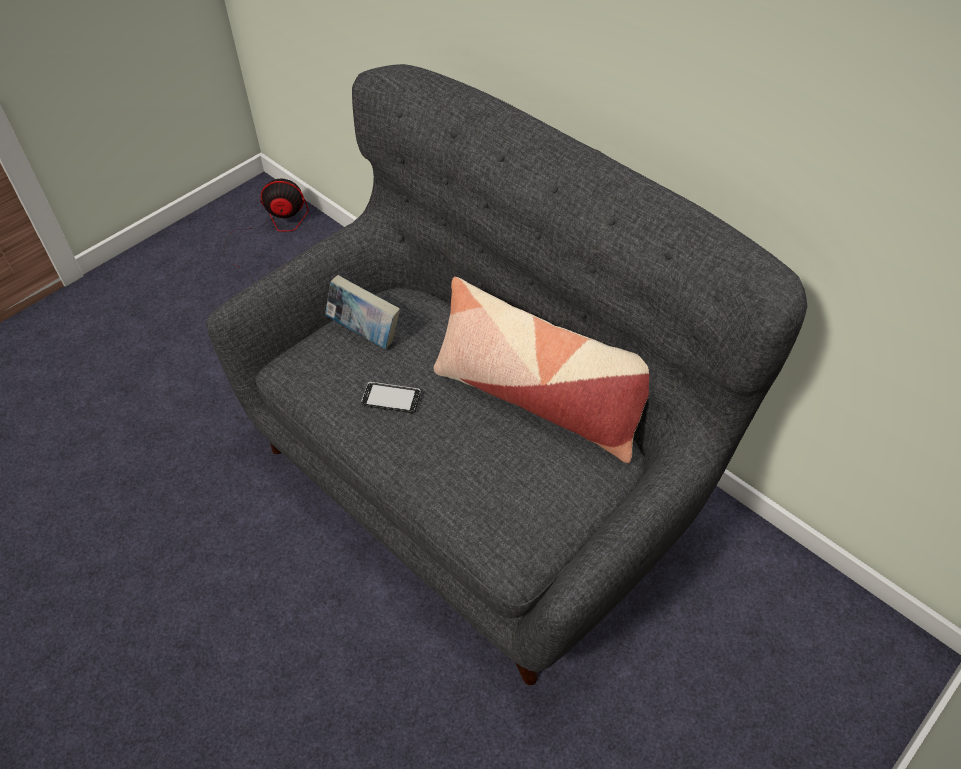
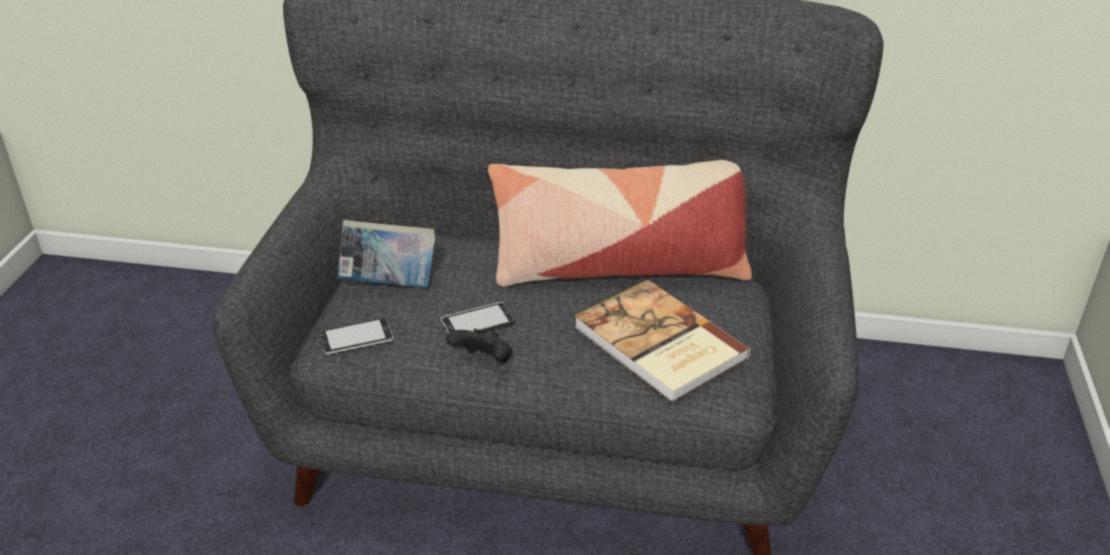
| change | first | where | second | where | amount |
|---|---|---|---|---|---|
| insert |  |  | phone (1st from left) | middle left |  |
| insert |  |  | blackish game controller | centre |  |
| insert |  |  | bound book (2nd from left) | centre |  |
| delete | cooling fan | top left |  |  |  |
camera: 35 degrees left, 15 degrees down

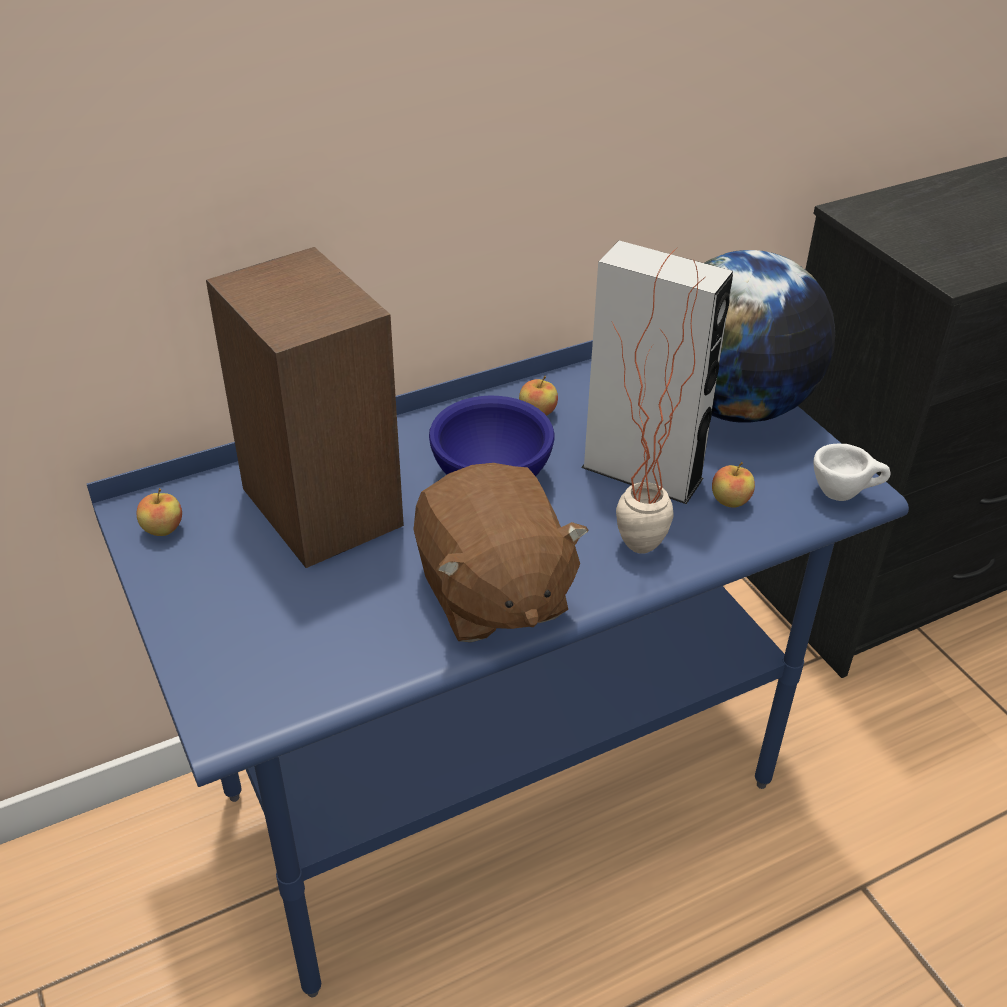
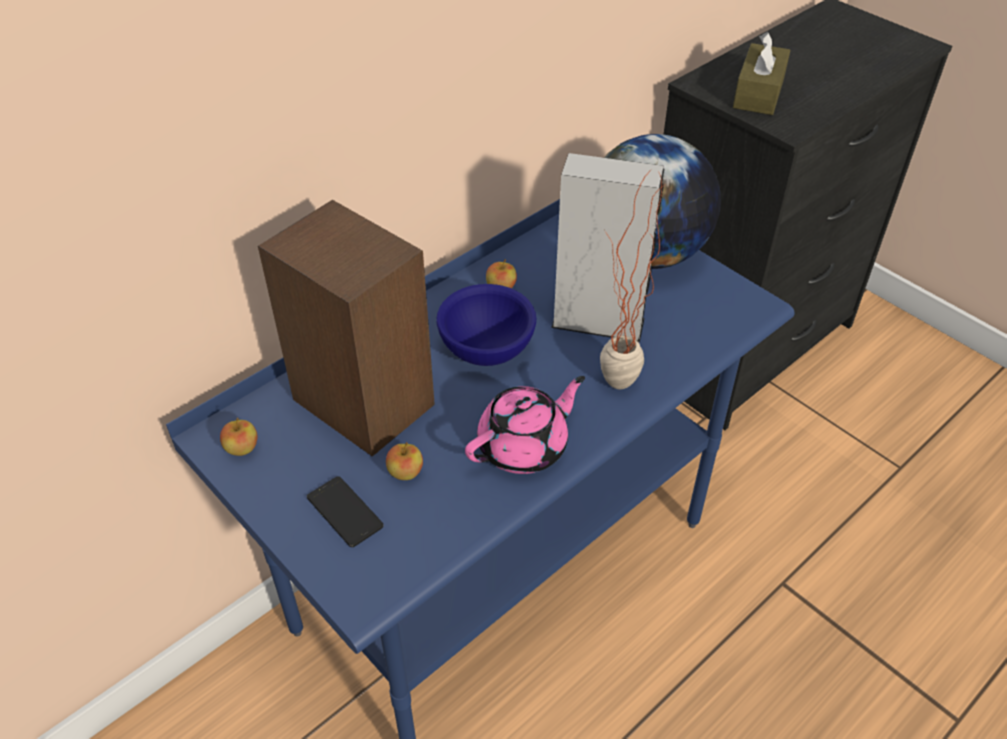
| change | first | where | second | where | amount |
|---|---|---|---|---|---|
| insert |  |  | phone | bottom centre |  |
| move | apple fruit (3rd from left in the first image) | middle right | apple fruit (2nd from left) | centre |  |
| replace | brown cuddly toy | centre | pinkish teapot | centre |  |
| insert |  |  | brown box of tissues | top right |  |
| delete | whitish drinking cup | middle right |  |  |  |
camera: 15 degrees left, 5 degrees up

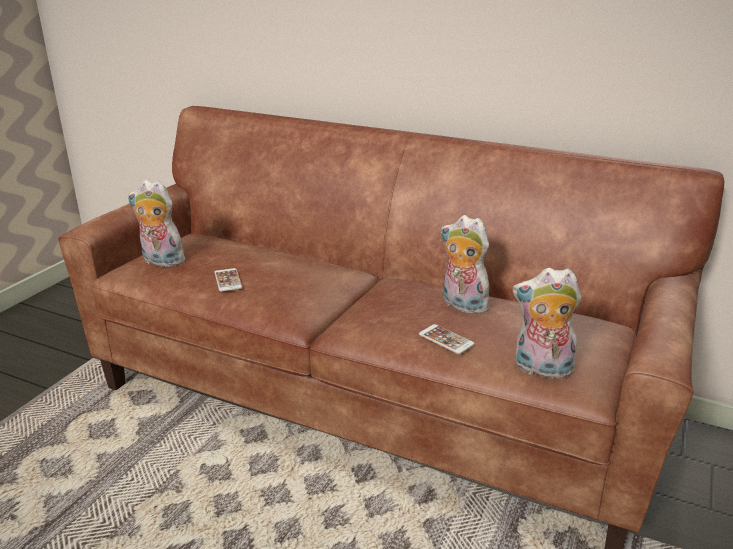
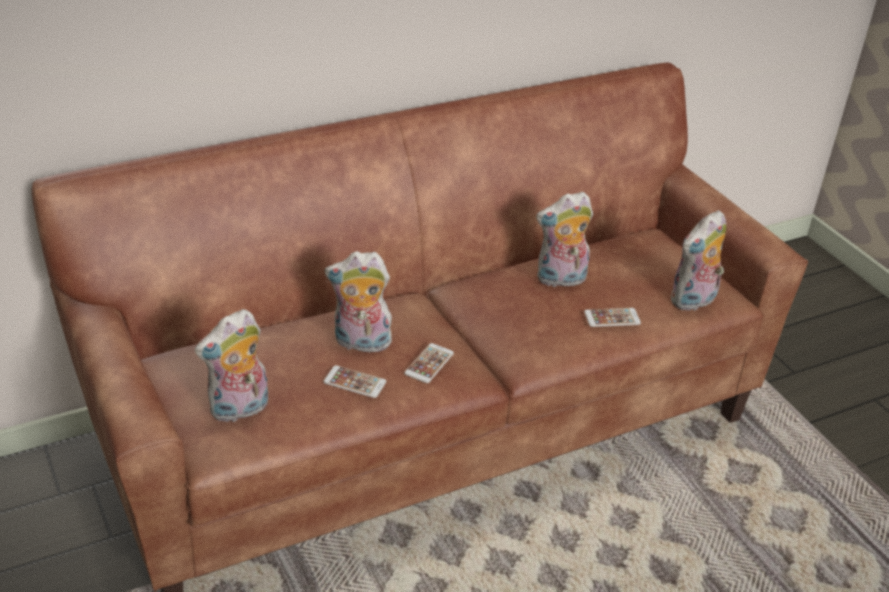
| change | first | where | second | where | amount |
|---|---|---|---|---|---|
| insert |  |  | cuddly toy (2nd from left) | centre |  |
| insert |  |  | phone (2nd from left) | centre |  |
camera: 55 degrees left, 10 degrees up

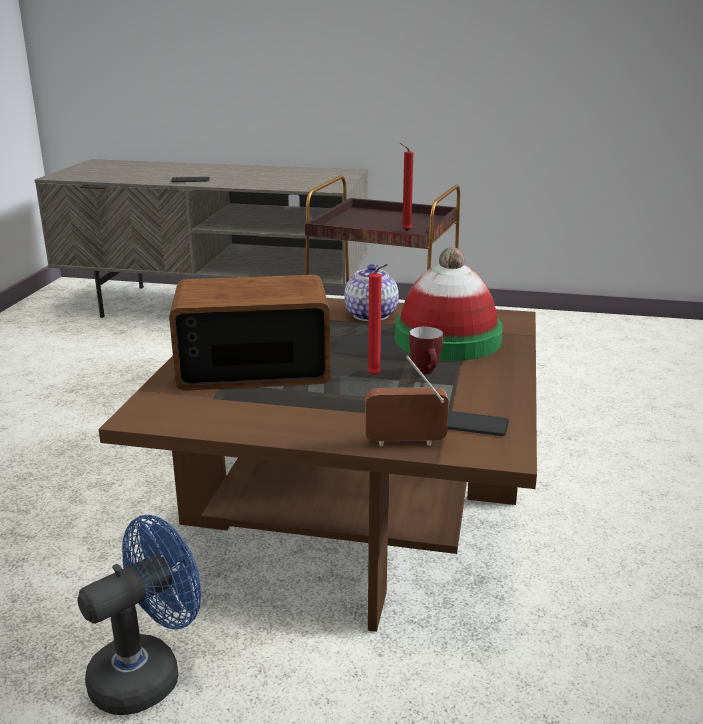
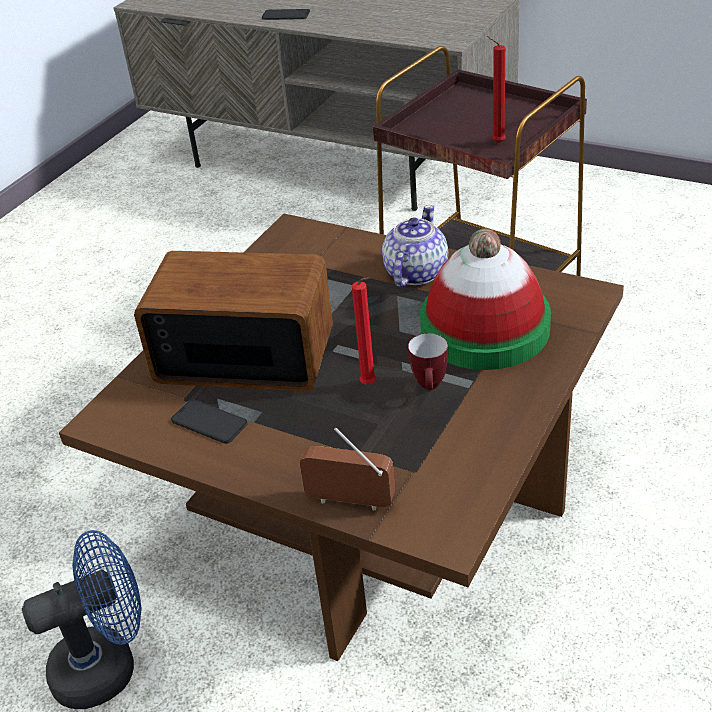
| change | first | where | second | where | amount |
|---|---|---|---|---|---|
| move | phone (2nd from left in the first image) | middle right | phone (1st from left) | middle left |  |
camera: 20 degrees right, 15 degrees up

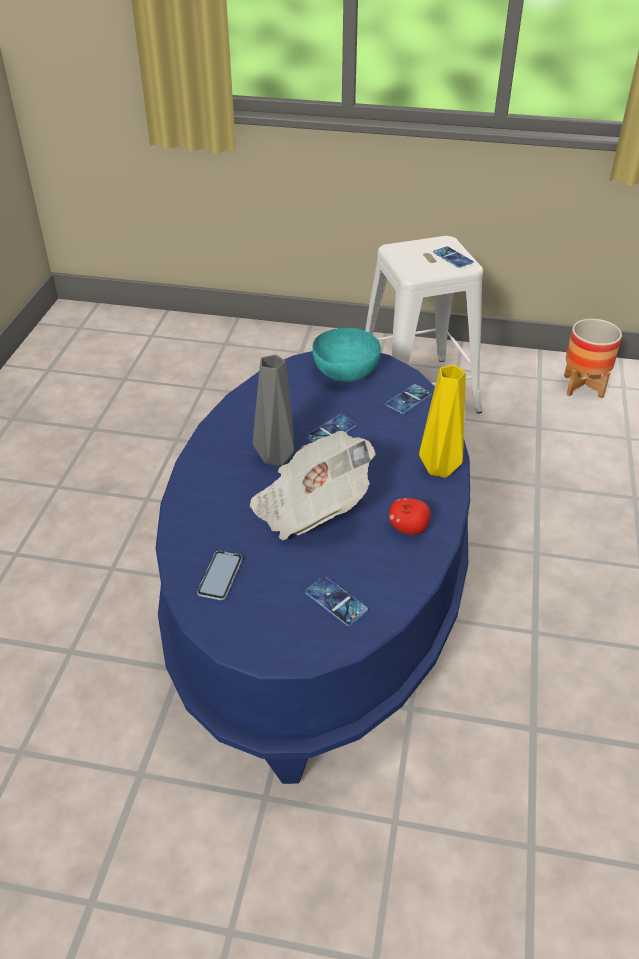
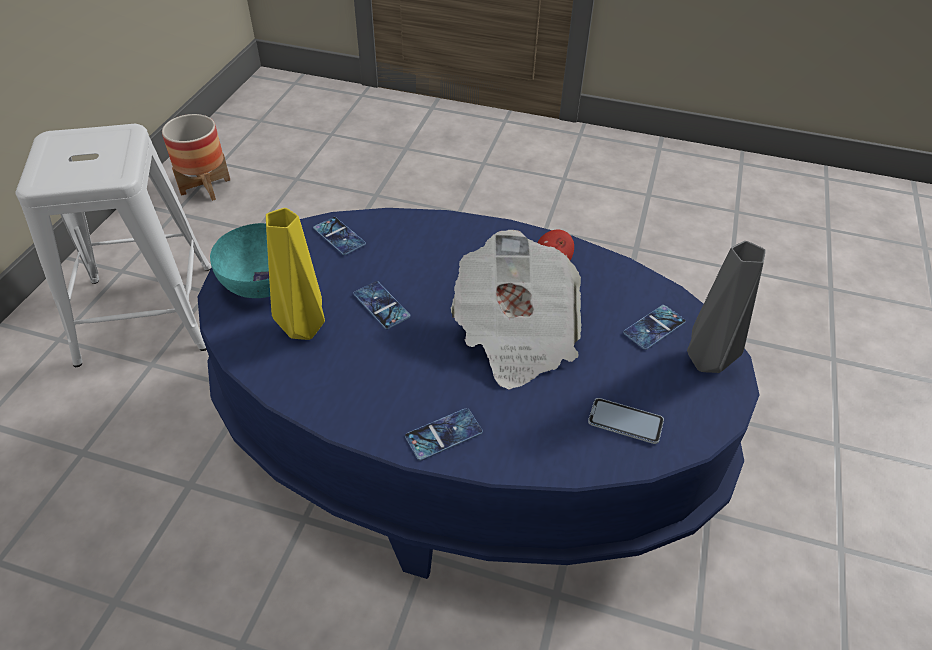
| change | first | where | second | where | amount |
|---|---|---|---|---|---|
| move | yellow-coloured flower vase | middle right |  | middle left |  |
| move | phone (5th from left in the first image) | top right | phone (3rd from left) | bottom centre |  |
| move | greyish flower vase | centre |  | middle right |  |
camera: 85 degrees left, 5 degrees up

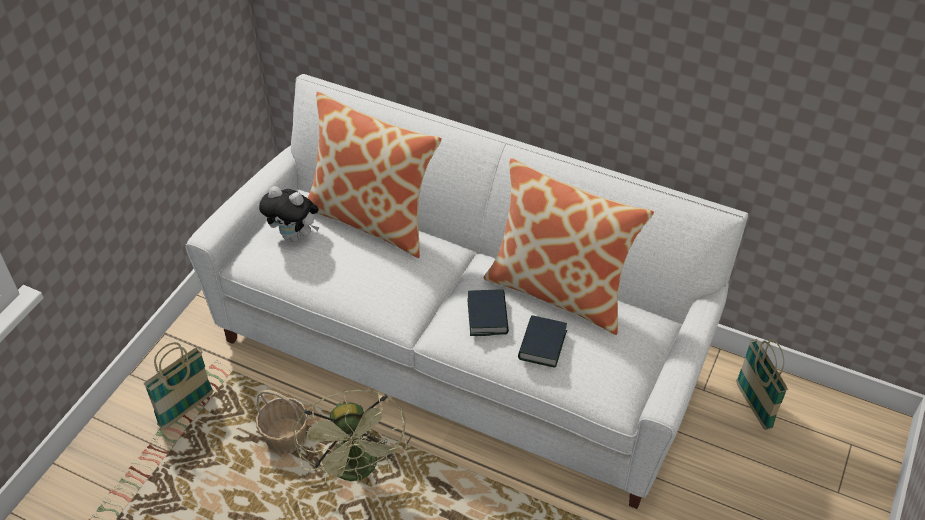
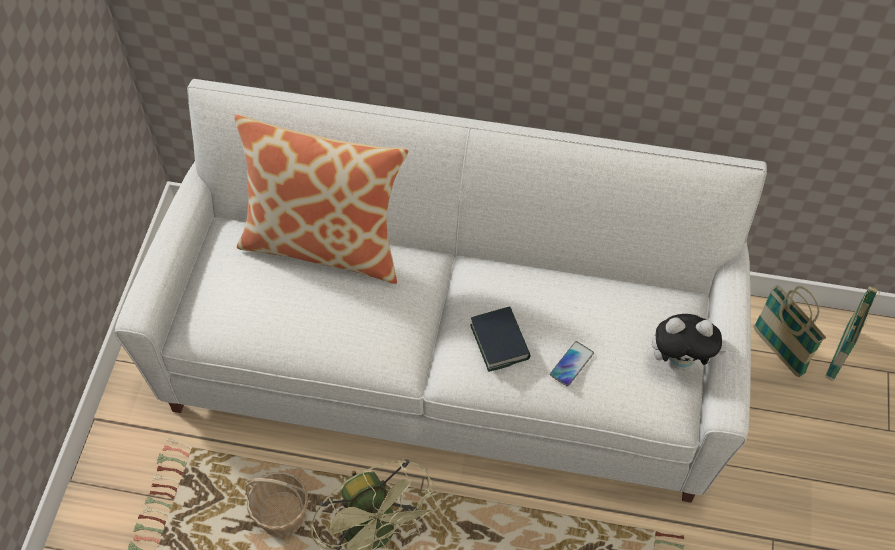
| change | first | where | second | where | amount |
|---|---|---|---|---|---|
| replace | bound book (2nd from left) | centre | phone | centre |  |
| move | cuddly toy | middle left |  | middle right |  |
| move | basket (1st from left in the first image) | bottom left | basket (3rd from left) | middle right |  |
| delete | cushion (2nd from left) | centre |  |  |  |
camera: 15 degrees left, 10 degrees up

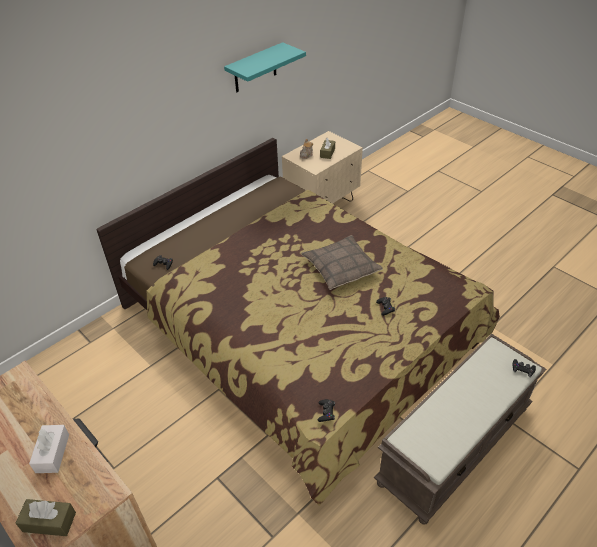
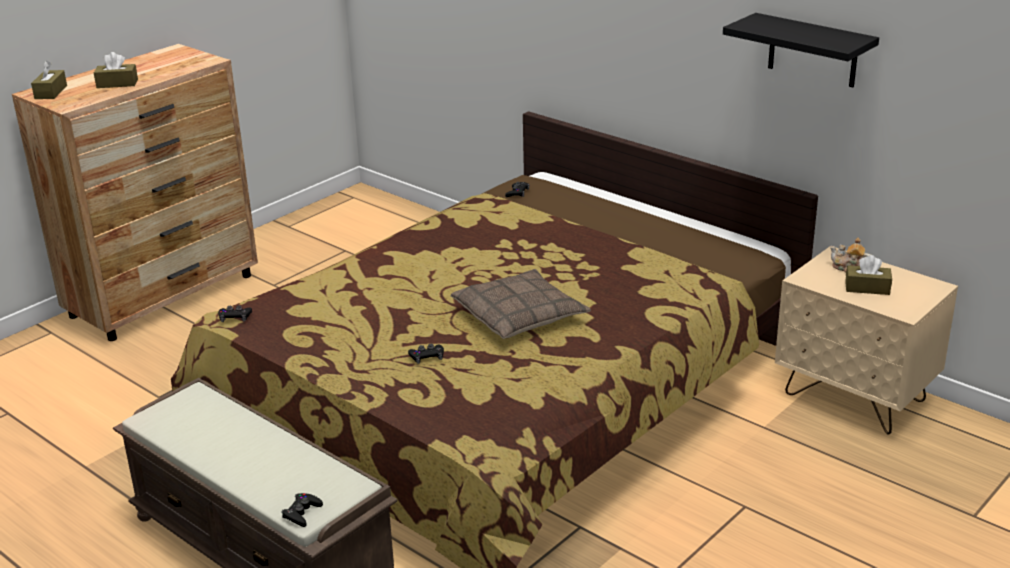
| change | first | where | second | where | amount |
|---|---|---|---|---|---|
| recolor | whitish box of tissues | bottom left | brown box of tissues (2nd from left) | top left |  |
| recolor | blue-green bracket shelf | top centre | blackish bracket shelf | top right |  |
camera: 85 degrees right, 15 degrees down

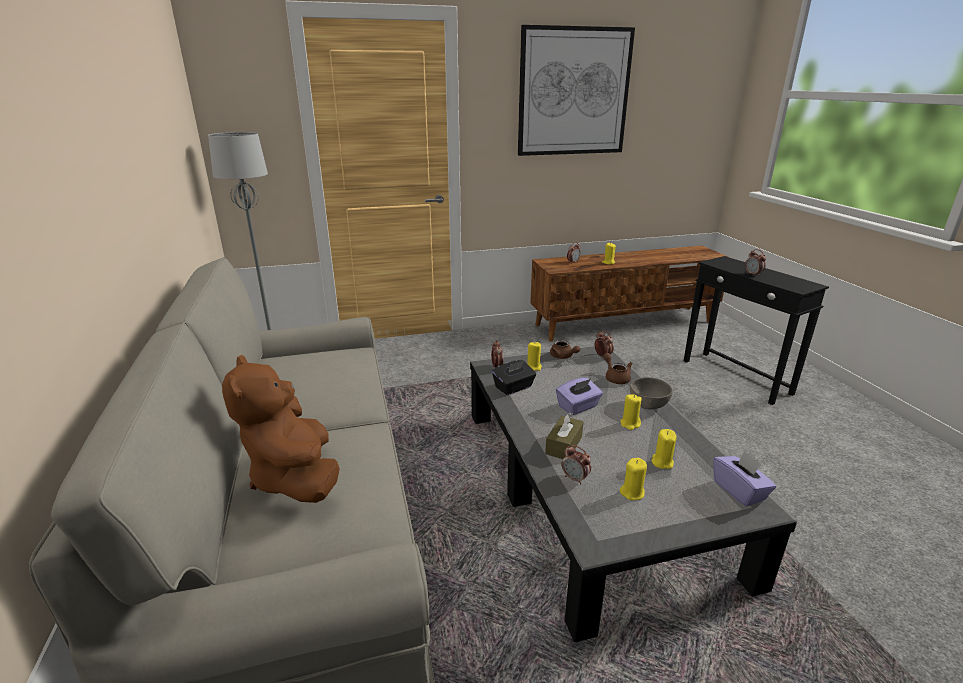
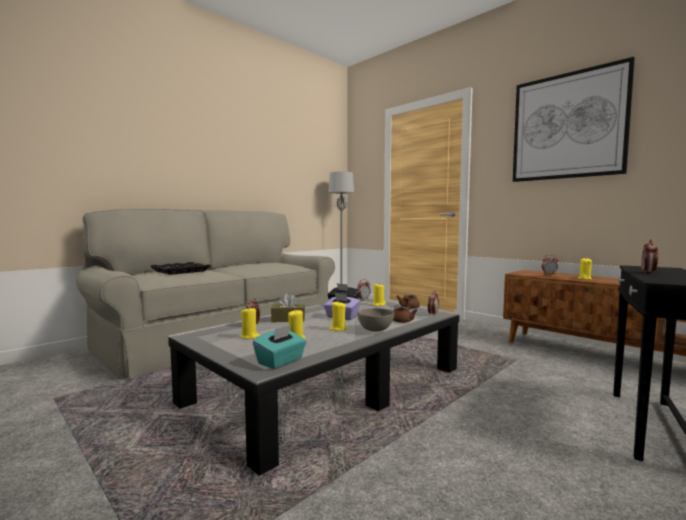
| change | first | where | second | where | amount |
|---|---|---|---|---|---|
| replace | brown cuddly toy | middle left | blackish carrying tray | middle left |  |
| recolor | purple-coloured box of tissues (2nd from left) | bottom right | blue-green box of tissues | centre |  |
camera: 60 degrees right, 20 degrees down

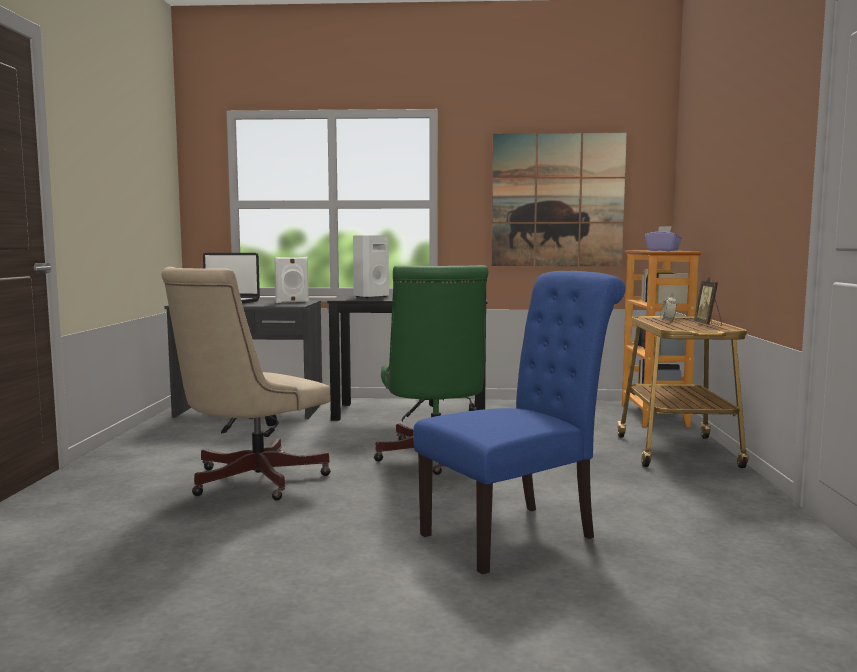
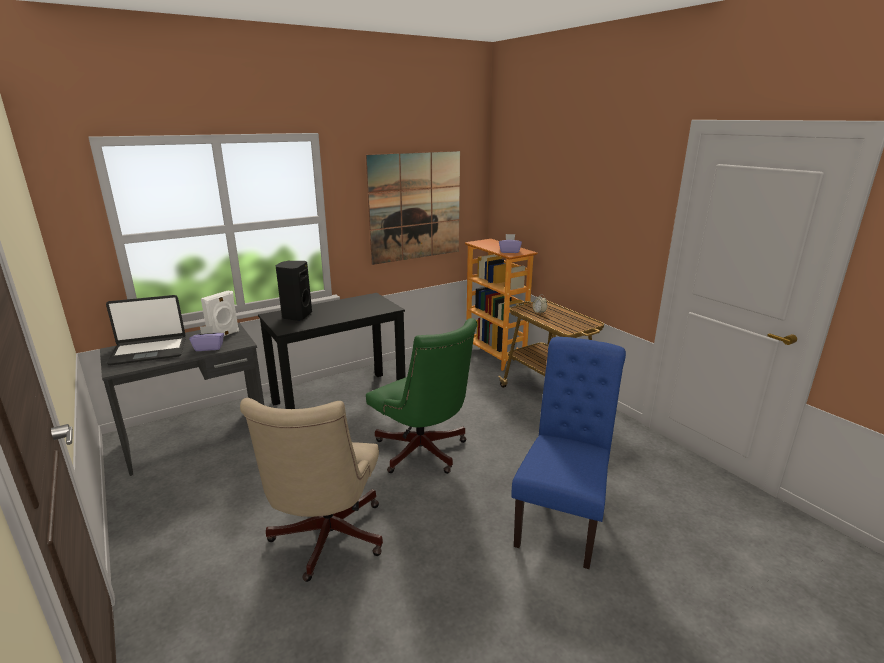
| change | first | where | second | where | amount |
|---|---|---|---|---|---|
| insert |  |  | purple-coloured box of tissues (1st from left) | middle left |  |
| recolor | whitish audio speaker (2nd from left) | centre | blackish audio speaker | middle left |  |
| delete | standing frame | middle right |  |  |  |
camera: 35 degrees left, 15 degrees up

